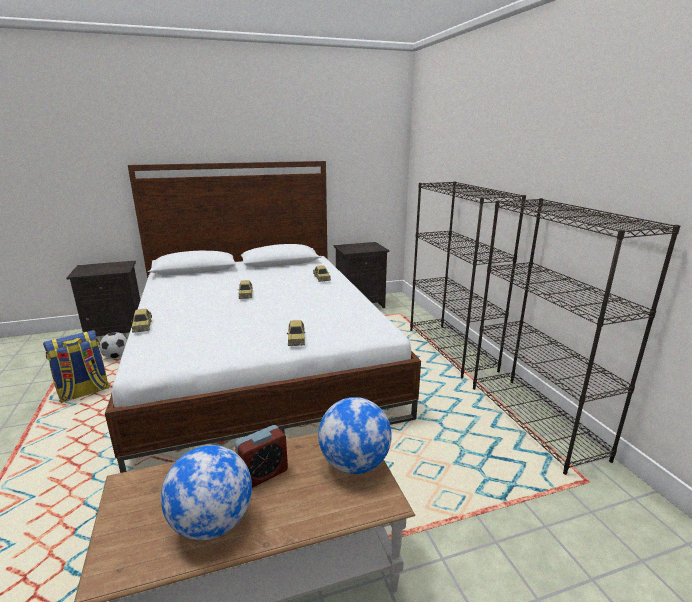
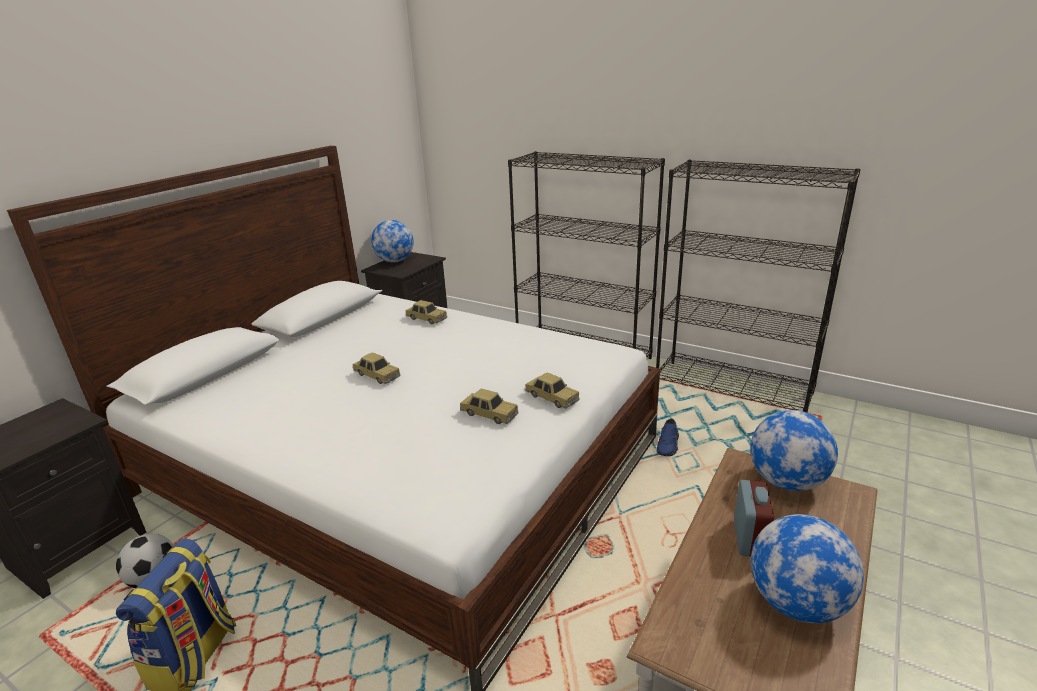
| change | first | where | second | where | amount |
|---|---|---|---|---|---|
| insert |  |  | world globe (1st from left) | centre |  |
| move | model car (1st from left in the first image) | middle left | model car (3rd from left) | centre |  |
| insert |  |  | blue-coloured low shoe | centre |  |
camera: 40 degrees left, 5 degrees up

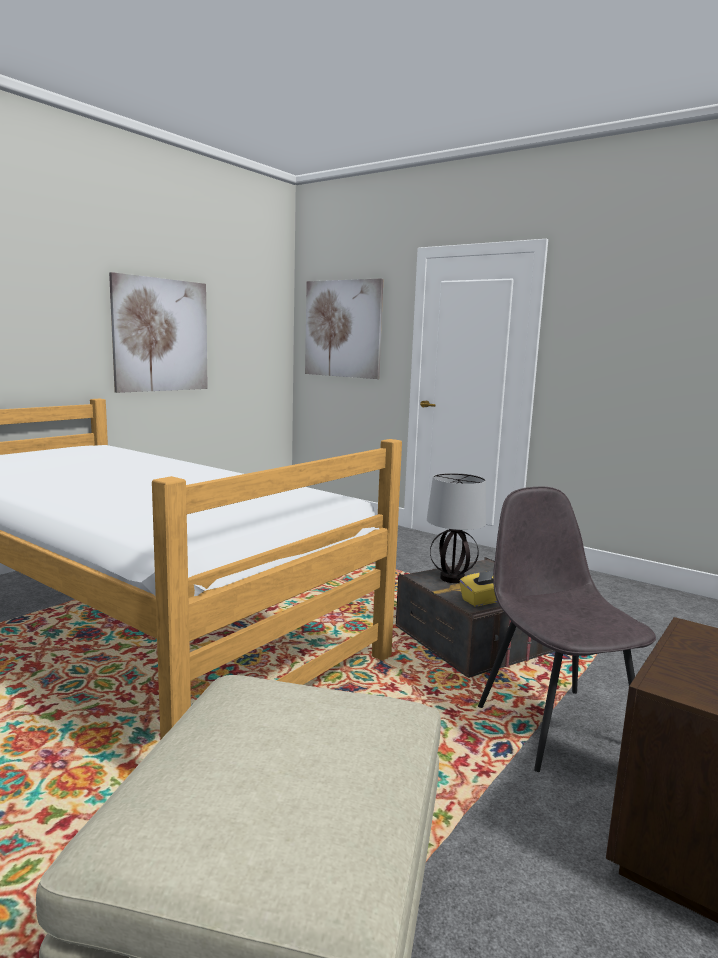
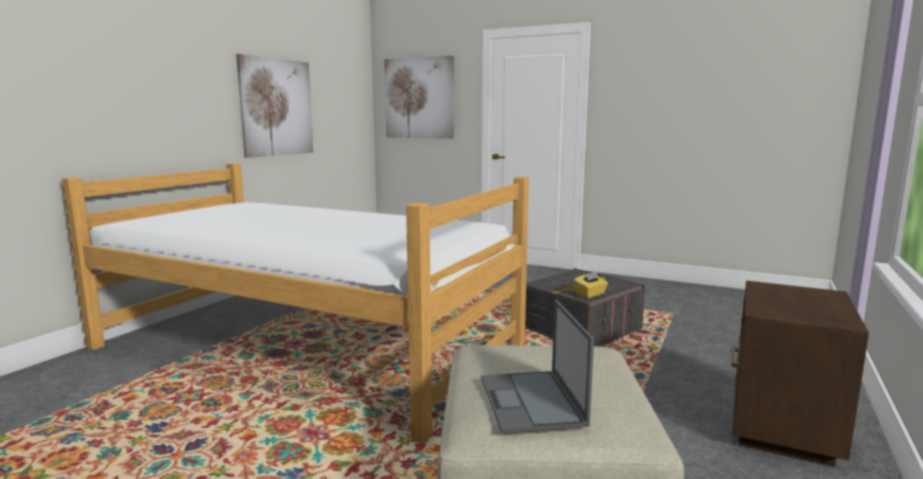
| change | first | where | second | where | amount |
|---|---|---|---|---|---|
| insert |  |  | portable computer | bottom centre |  |
| delete | table lamp | centre |  |  |  |
| delete | greyish upright chair | middle right |  |  |  |
camera: 10 degrees left, 0 degrees up

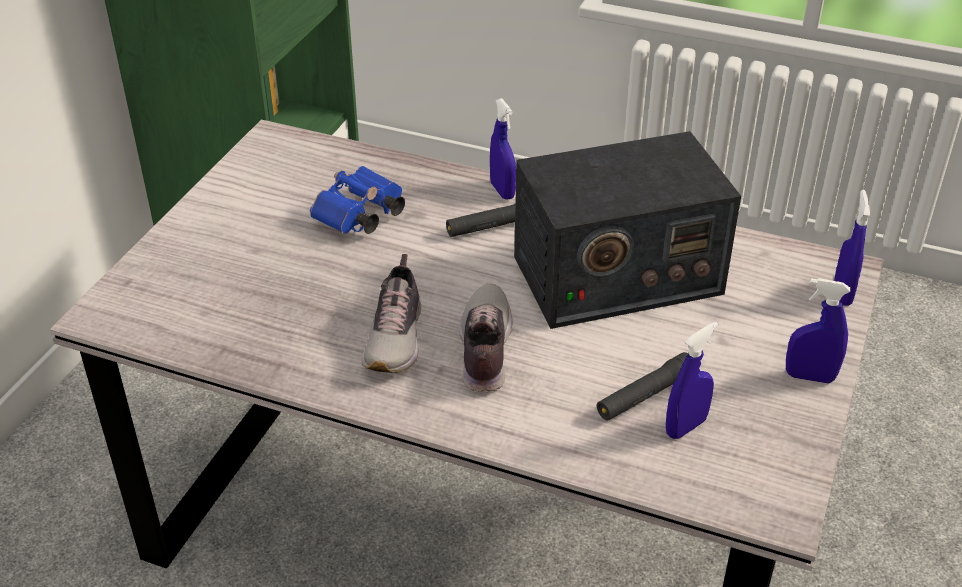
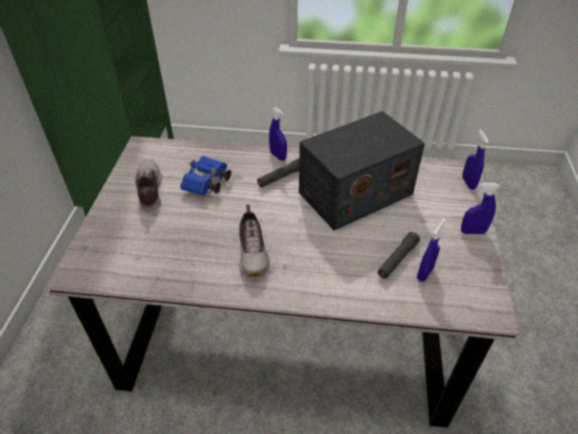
| change | first | where | second | where | amount |
|---|---|---|---|---|---|
| move | low shoe (2nd from left in the first image) | centre | low shoe (1st from left) | middle left |  |
camera: 15 degrees left, 5 degrees up

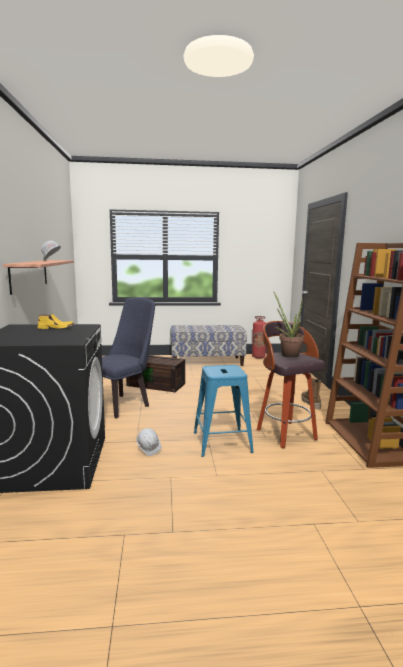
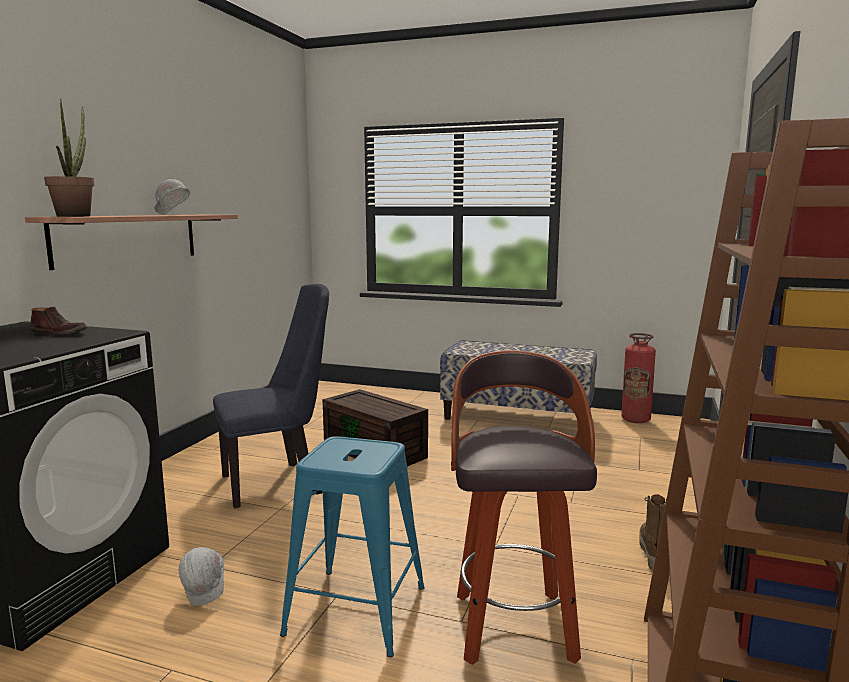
| change | first | where | second | where | amount |
|---|---|---|---|---|---|
| recolor | yellow-coloured low shoe | middle left | brown low shoe | middle left |  |
| move | houseplant | middle right |  | top left |  |
camera: 25 degrees right, 0 degrees up

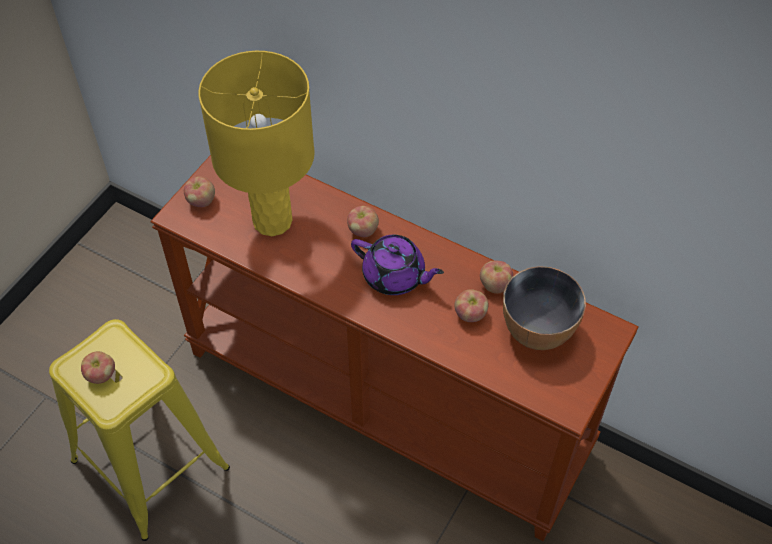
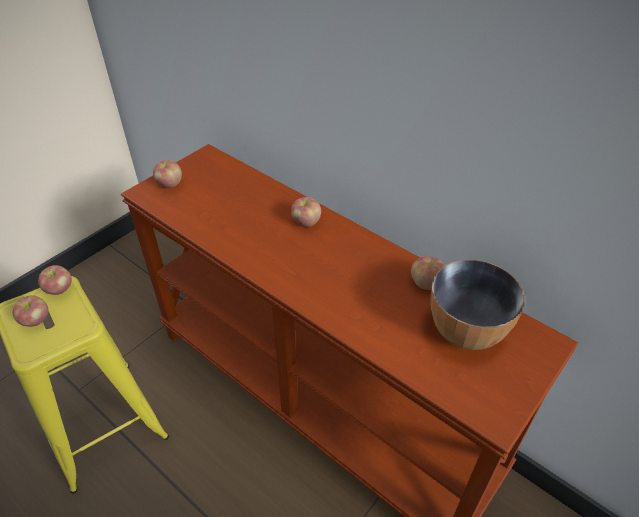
| change | first | where | second | where | amount |
|---|---|---|---|---|---|
| move | apple fruit (4th from left in the first image) | centre | apple fruit (2nd from left) | middle left |  |
| delete | yellow-coloured table lamp | top left |  |  |  |
| delete | purple-coloured teapot | centre |  |  |  |
camera: 10 degrees right, 10 degrees down

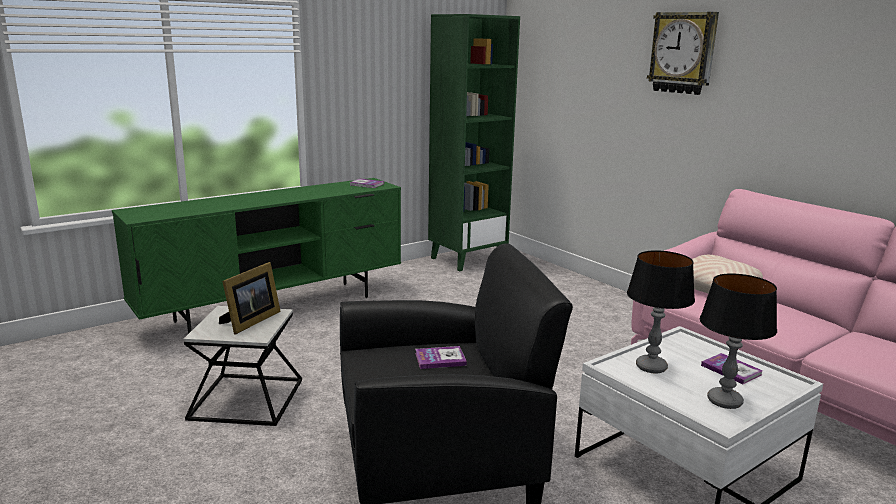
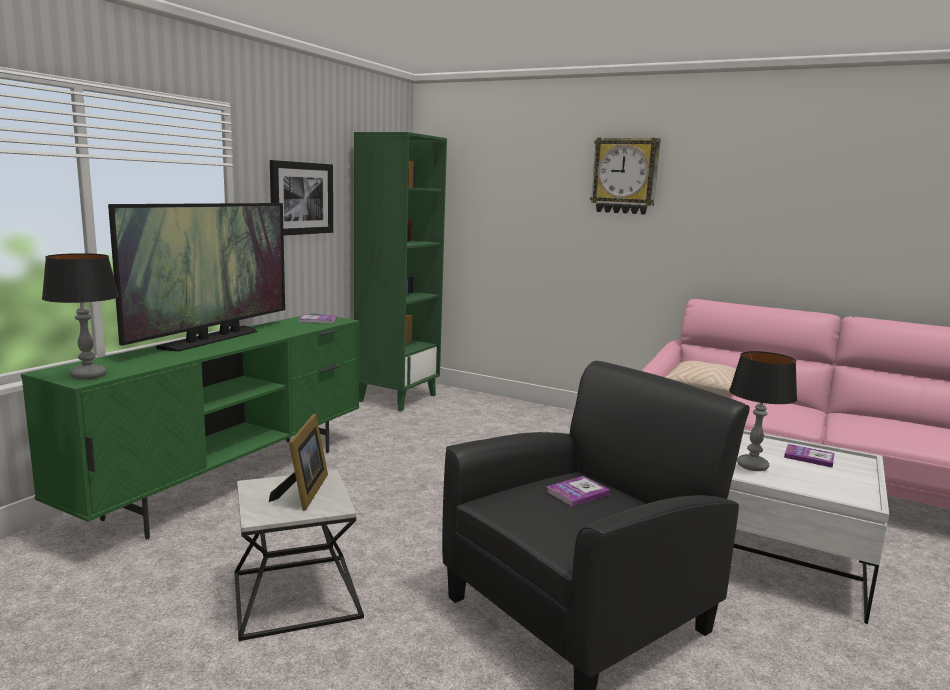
| change | first | where | second | where | amount |
|---|---|---|---|---|---|
| move | table lamp (2nd from left in the first image) | bottom right | table lamp (1st from left) | middle left |  |
| insert |  |  | television | middle left |  |
| insert |  |  | wall picture | top left |  |
camera: 25 degrees left, 5 degrees down

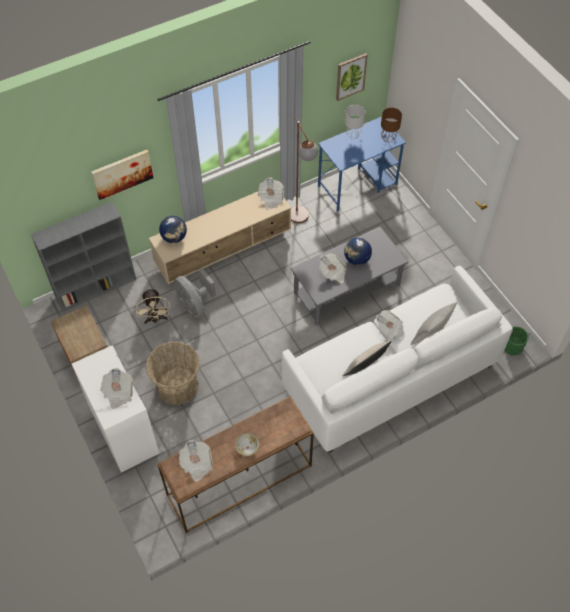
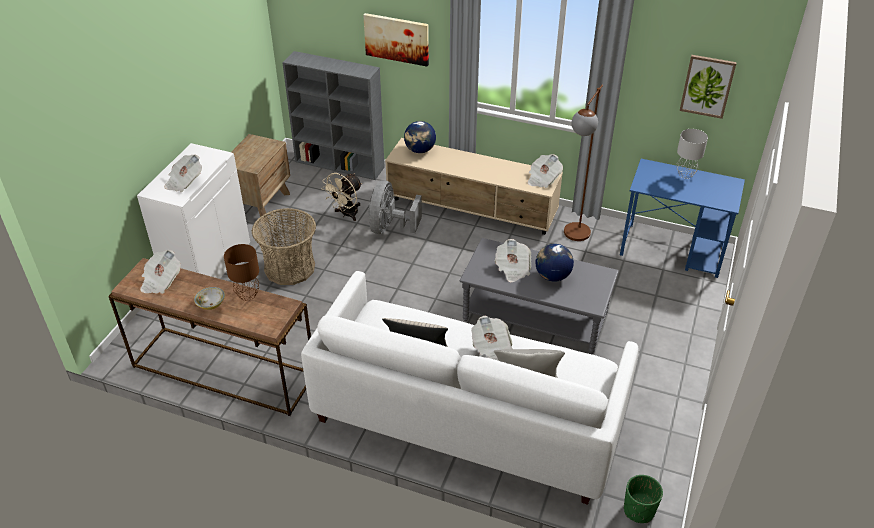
| change | first | where | second | where | amount |
|---|---|---|---|---|---|
| move | brown table lamp | top right |  | middle left |  |
camera: 50 degrees right, 15 degrees down

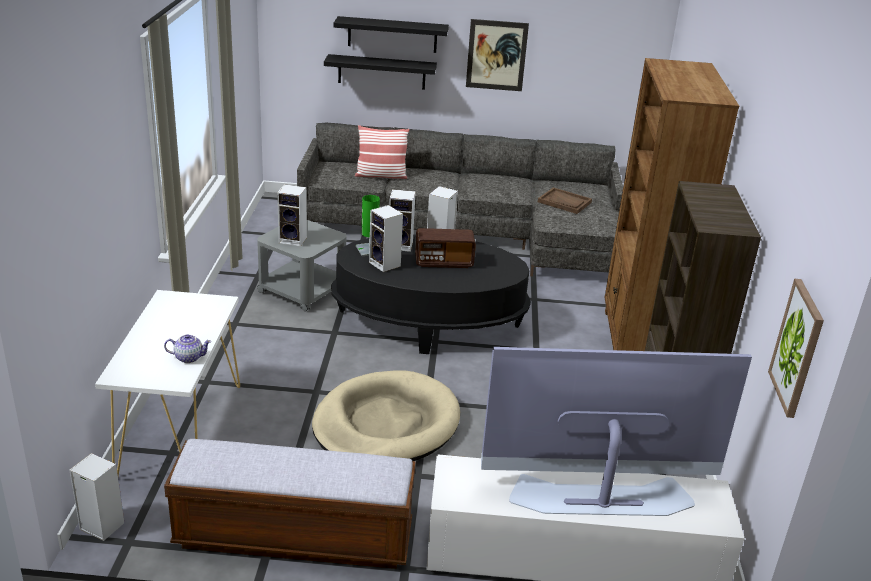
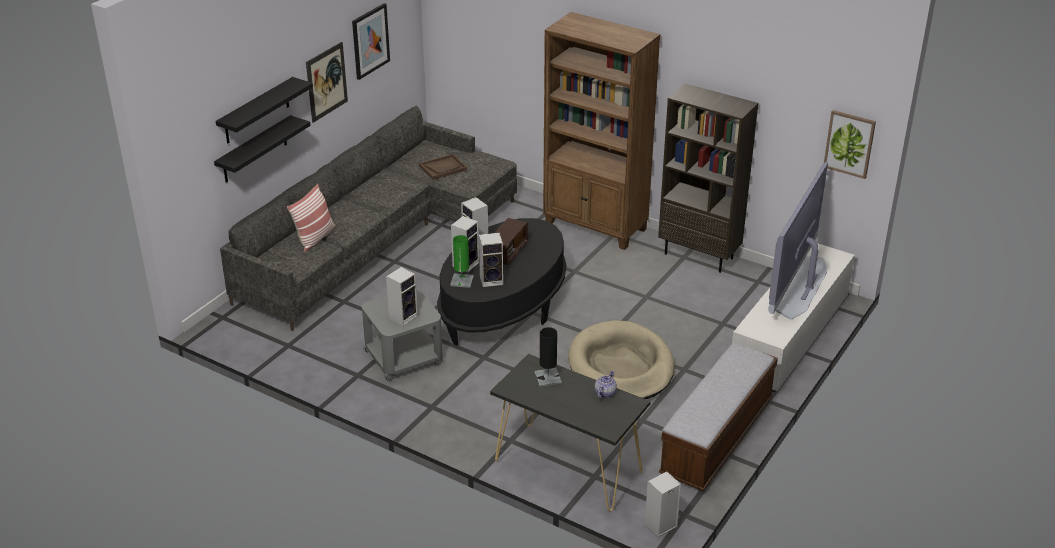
| change | first | where | second | where | amount |
|---|---|---|---|---|---|
| insert |  |  | wall picture (2nd from left) | top centre |  |
| recolor | whitish console table | middle left | blackish console table | bottom centre |  |
| insert |  |  | blackish table lamp | centre |  |
camera: 60 degrees left, 5 degrees up

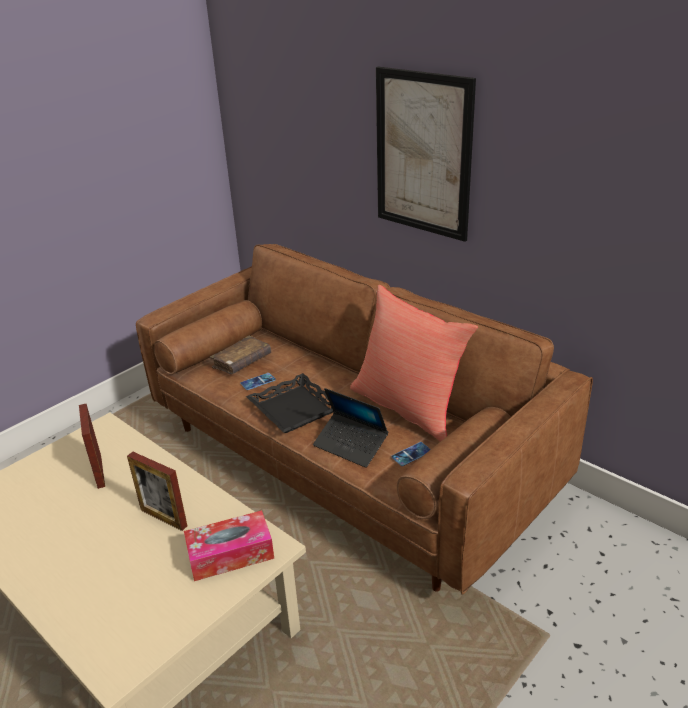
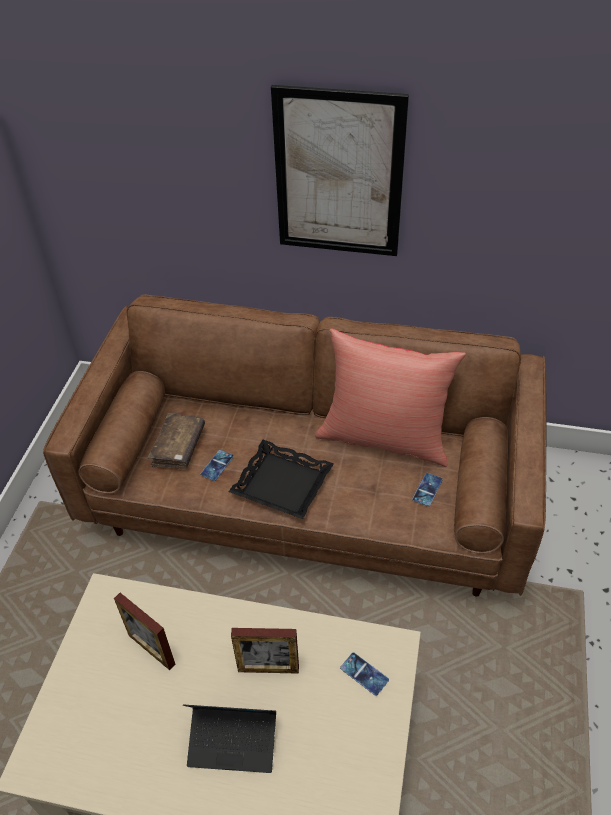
| change | first | where | second | where | amount |
|---|---|---|---|---|---|
| move | portable computer | centre |  | bottom centre |  |
| replace | box of tissues | bottom left | phone (2nd from left) | bottom centre |  |
camera: 30 degrees left, 15 degrees up

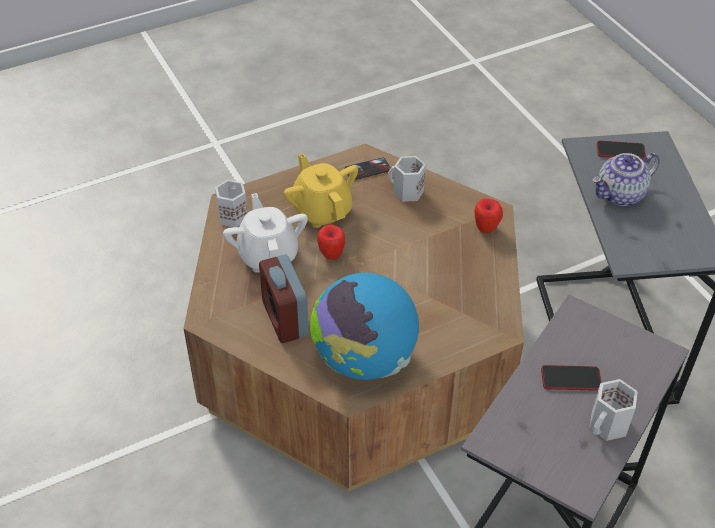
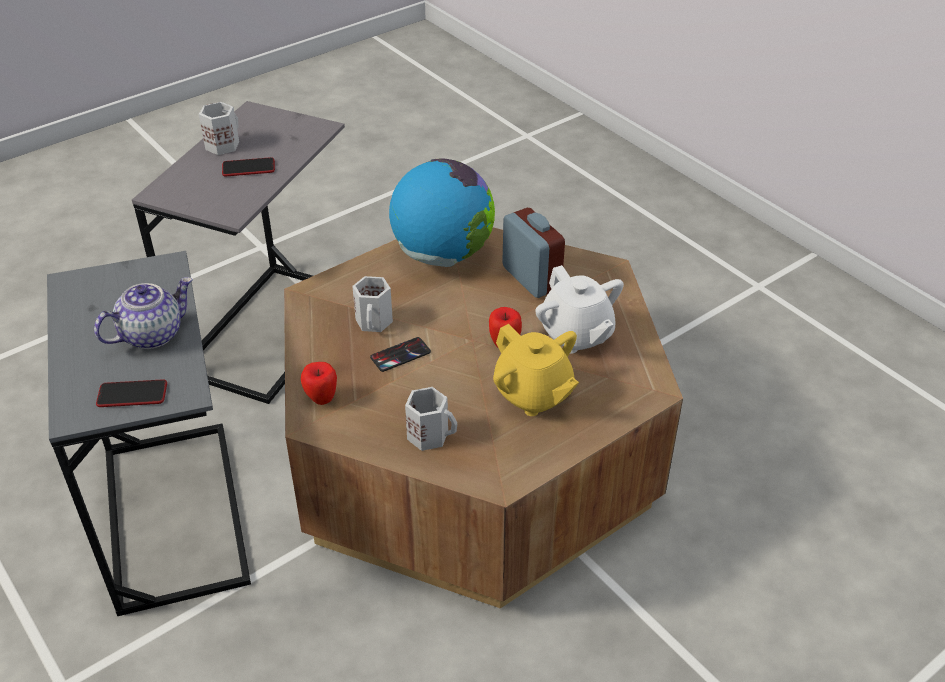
| change | first | where | second | where | amount |
|---|---|---|---|---|---|
| move | whitish coffee mug (1st from left in the first image) | middle left | whitish coffee mug (2nd from left) | centre |  |
| move | phone (1st from left in the first image) | top centre | phone (3rd from left) | centre |  |
camera: 170 degrees right, 5 degrees down

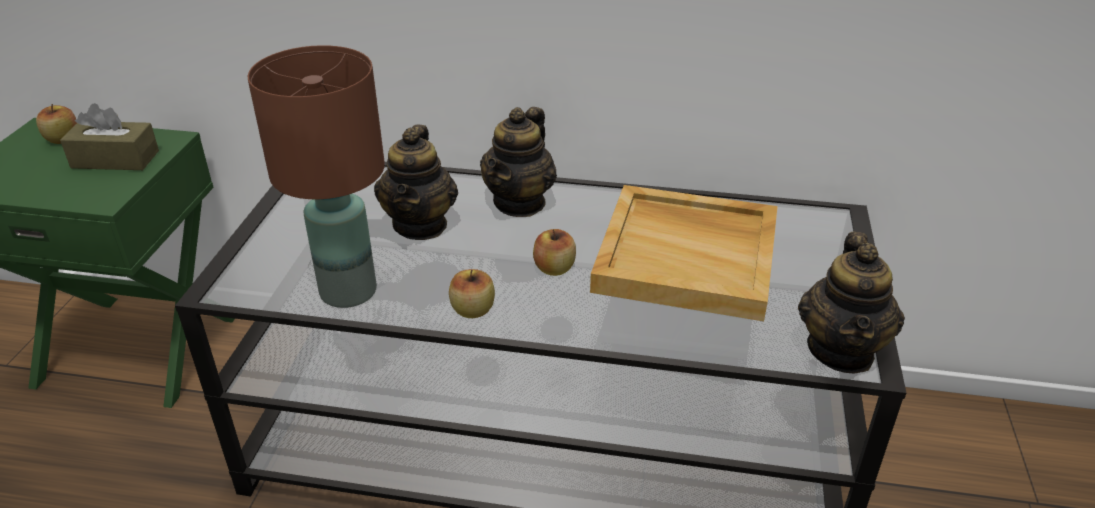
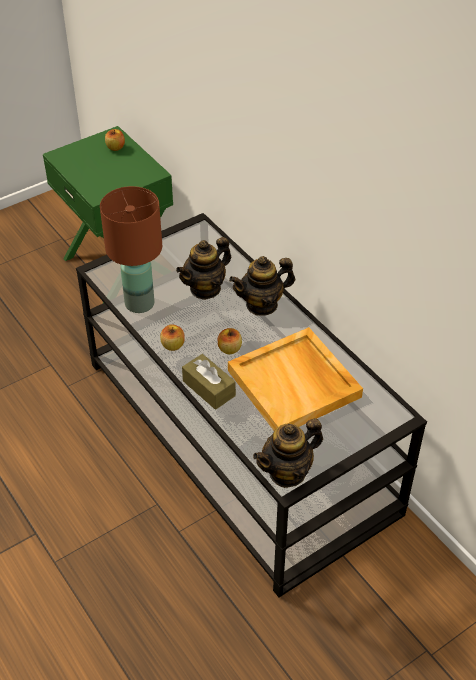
| change | first | where | second | where | amount |
|---|---|---|---|---|---|
| move | brown box of tissues | top left |  | centre |  |
camera: 45 degrees right, 10 degrees up

